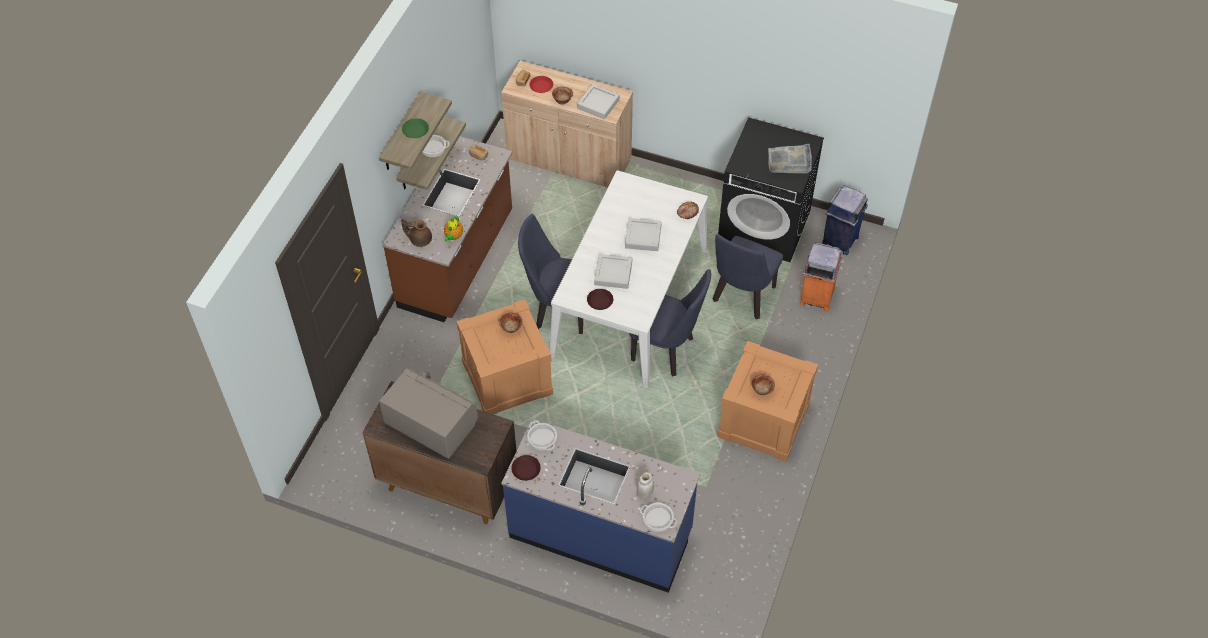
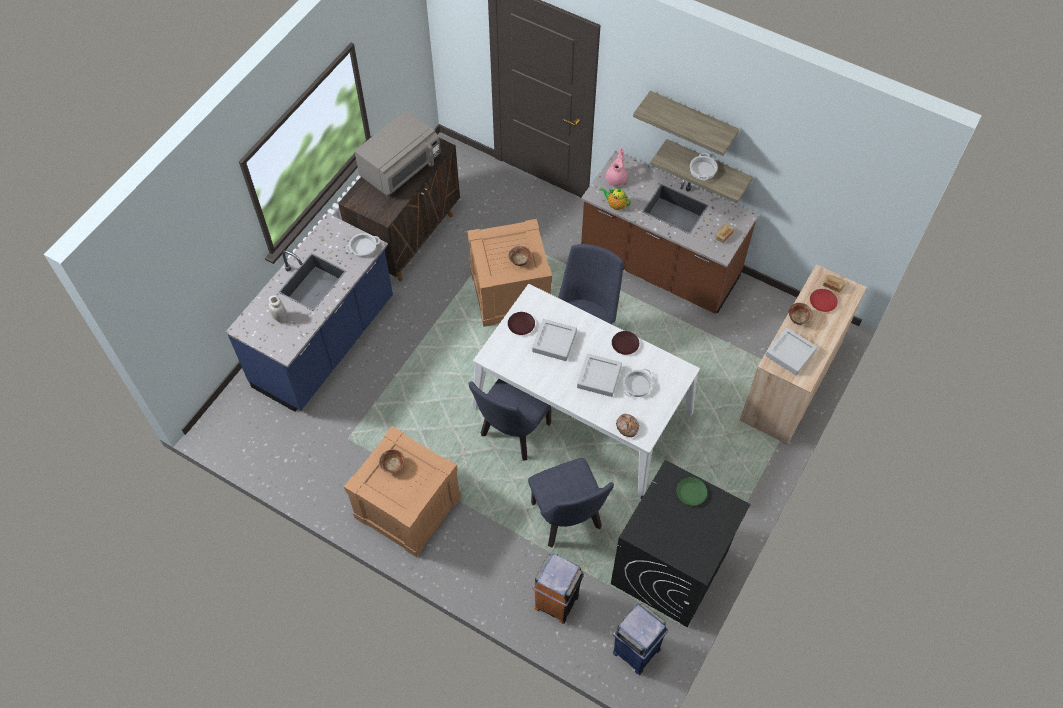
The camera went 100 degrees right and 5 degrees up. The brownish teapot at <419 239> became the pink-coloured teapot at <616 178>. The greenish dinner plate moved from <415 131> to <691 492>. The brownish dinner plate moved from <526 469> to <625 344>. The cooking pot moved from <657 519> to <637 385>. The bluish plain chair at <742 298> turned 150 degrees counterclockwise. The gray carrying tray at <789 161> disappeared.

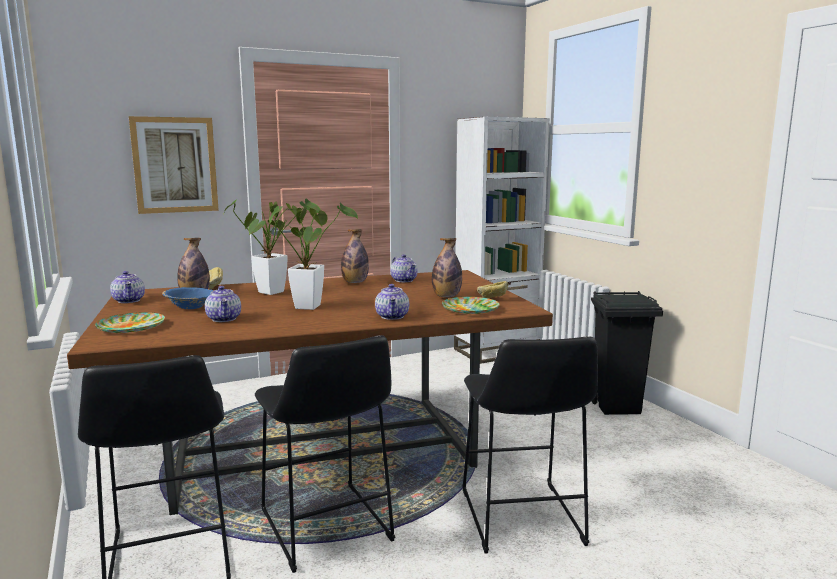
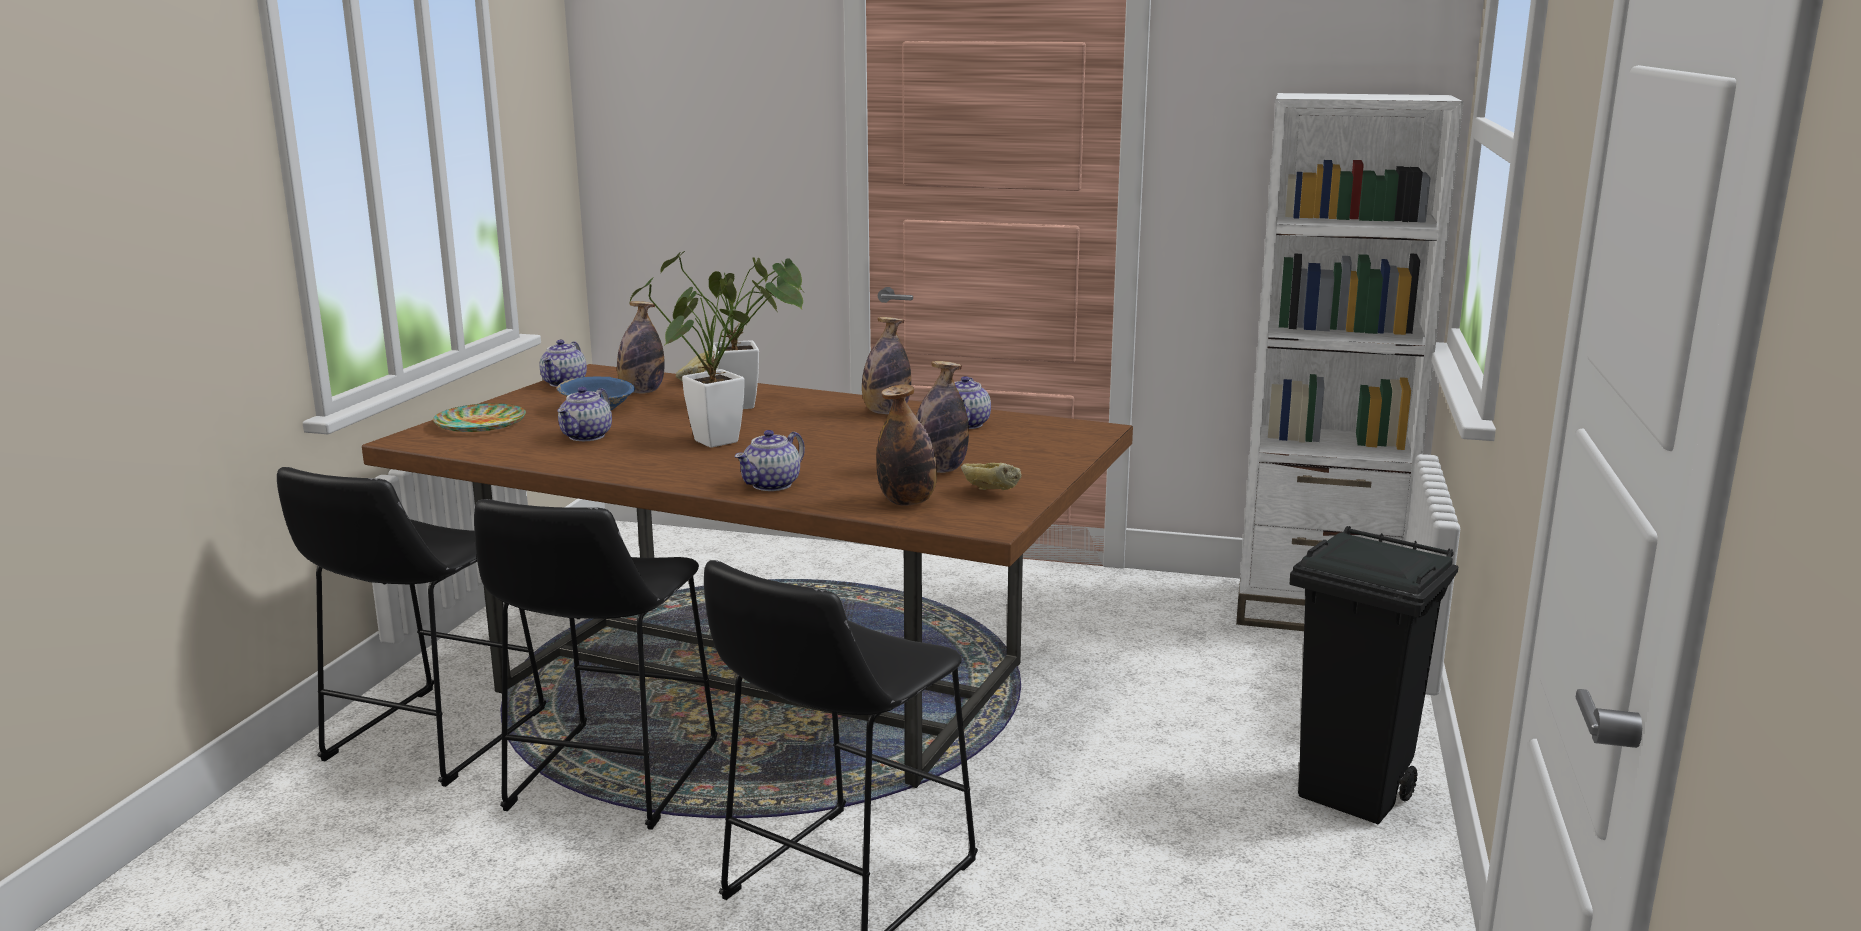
The camera went 40 degrees right and 5 degrees up. The wall picture at <175 165> disappeared. The dinner plate at <471 309> was replaced by the bottle at <907 502>.

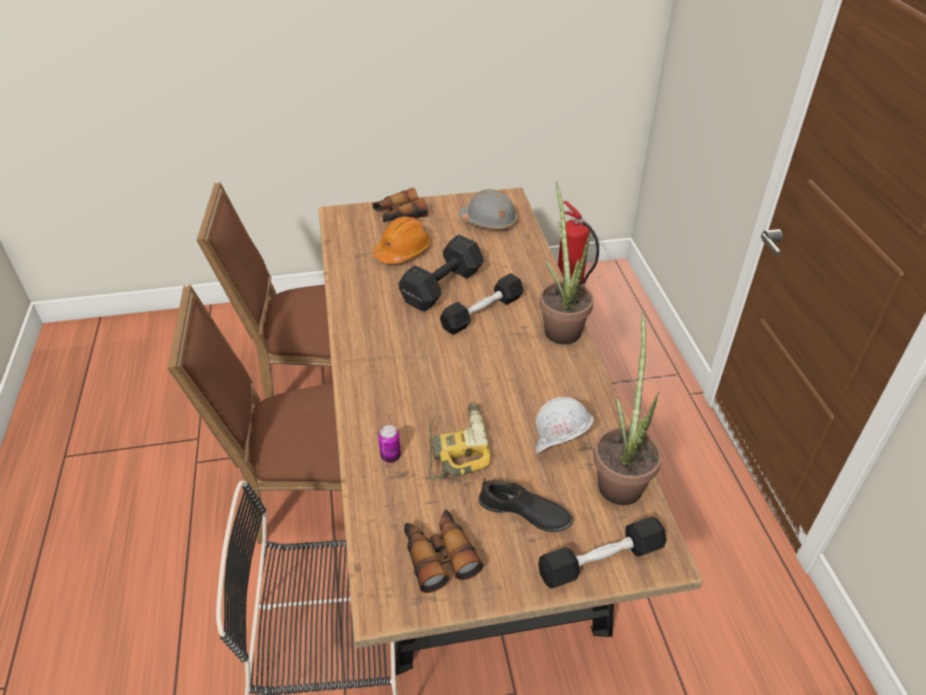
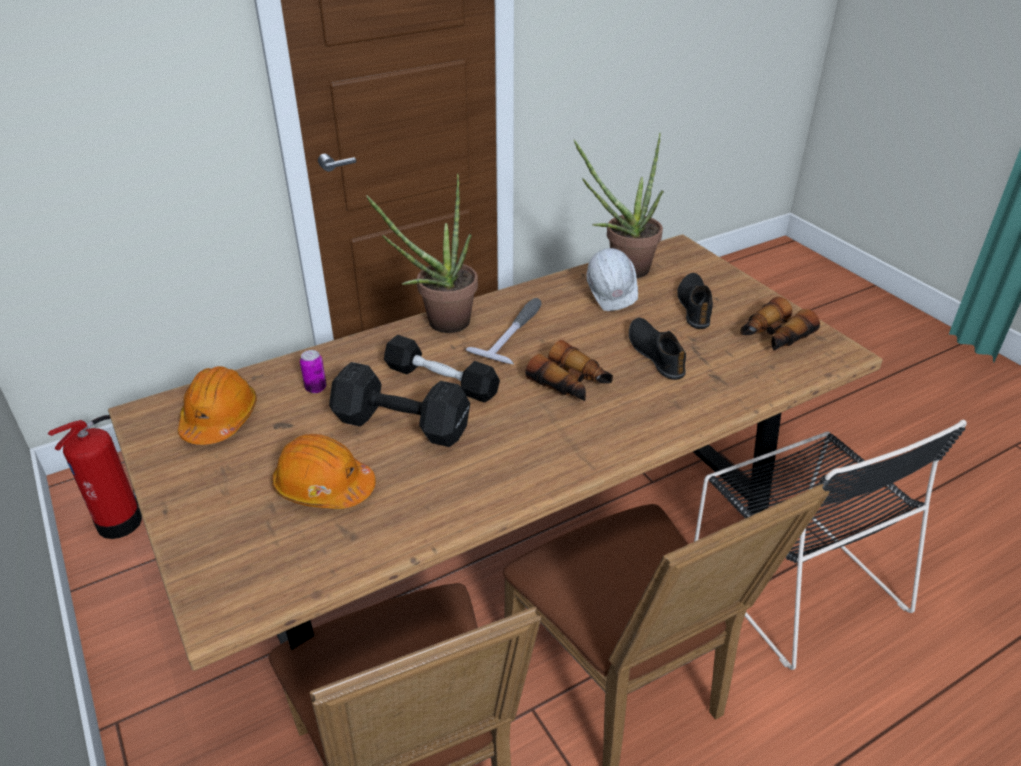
The camera went 110 degrees left and 5 degrees down. The binoculars moved from <399 215> to <571 384>. The can moved from <390 456> to <316 388>. The drill at <456 446> was replaced by the black item of footwear at <655 353>. The gray work helmet at <489 221> became the orangey work helmet at <219 419>. The black free weight at <600 561> disappeared. The hand hammer at <515 333> appeared.

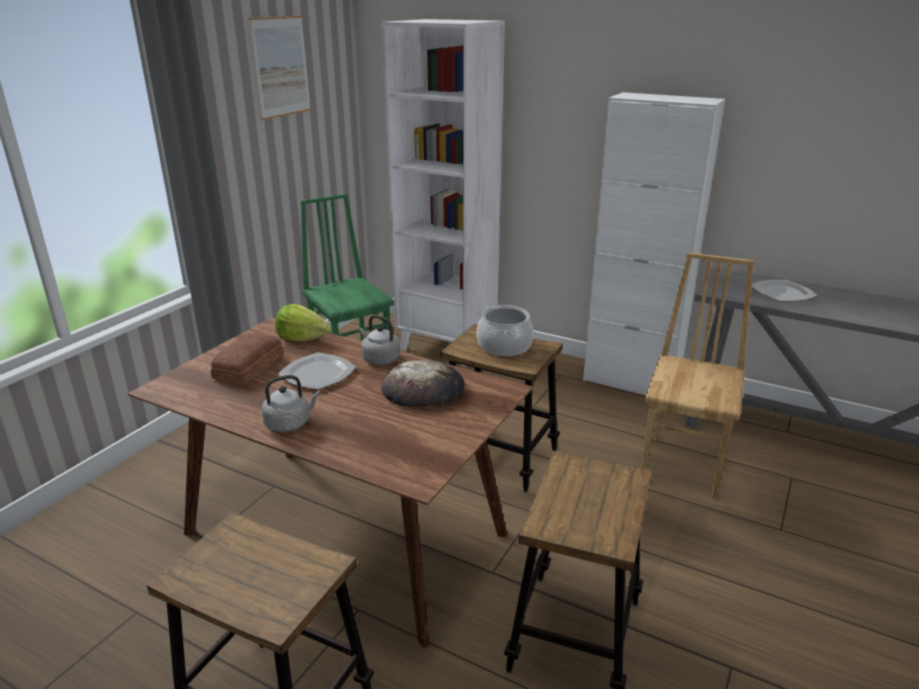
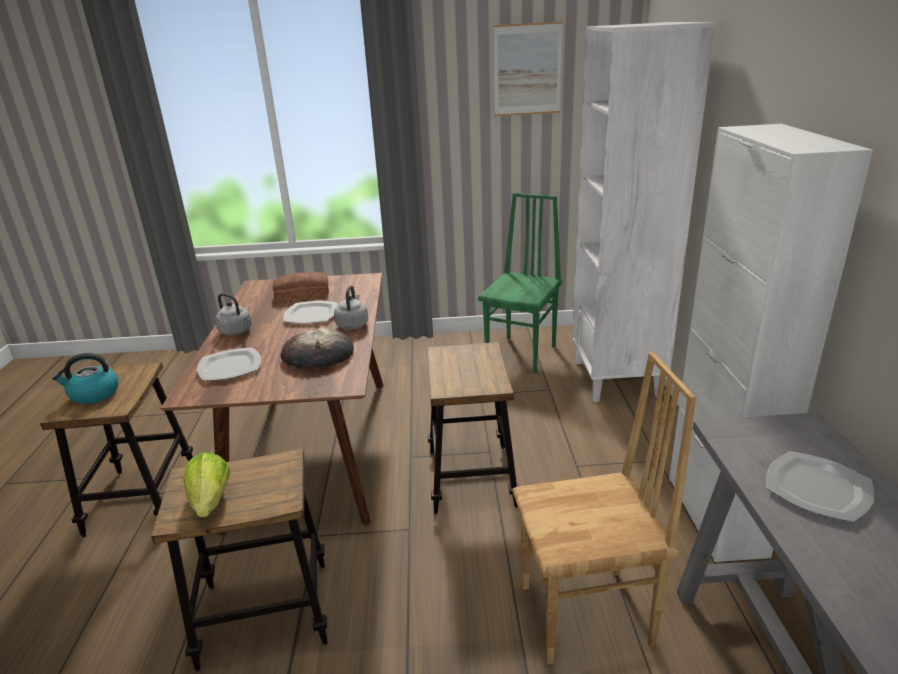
The camera went 60 degrees right and 0 degrees up. The head of lettuce moved from <302 338> to <211 501>. The cooking pot at <504 346> disappeared. The kettle at <94 394> appeared. The dinner plate at <230 366> appeared.

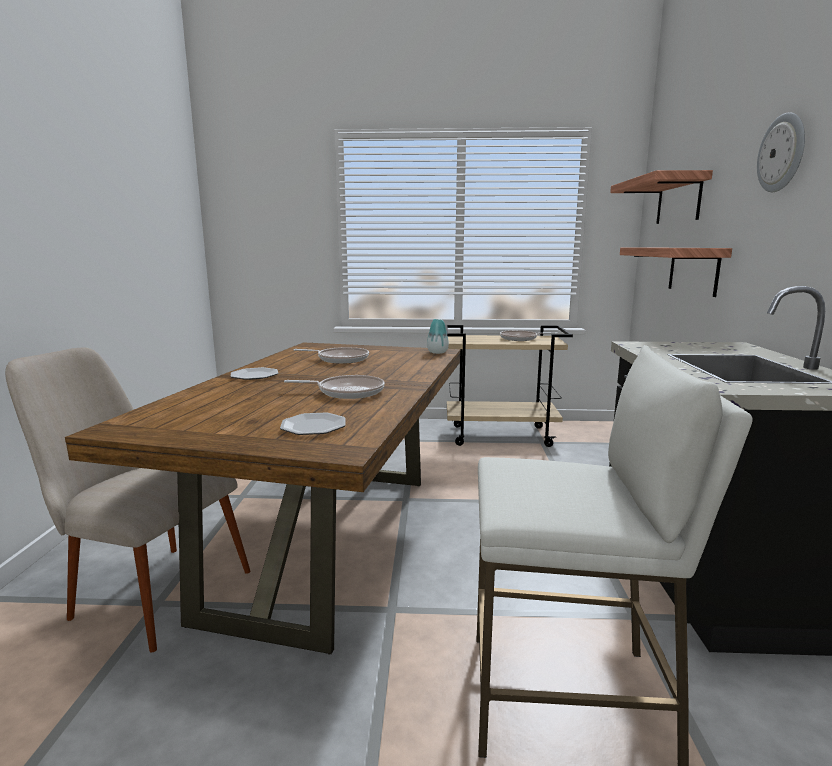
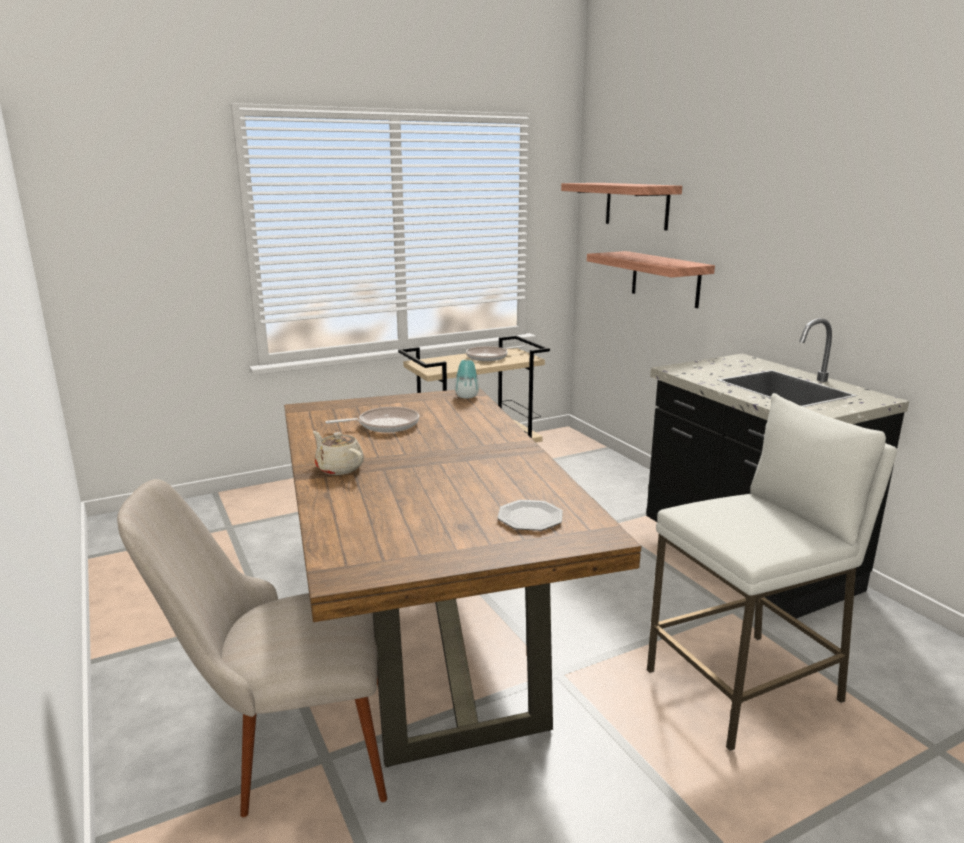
The camera went 30 degrees left and 5 degrees up. The dinner plate at <255 376> was replaced by the beige teapot at <339 468>. The skillet at <347 392> disappeared. The hanging clock at <782 153> disappeared.

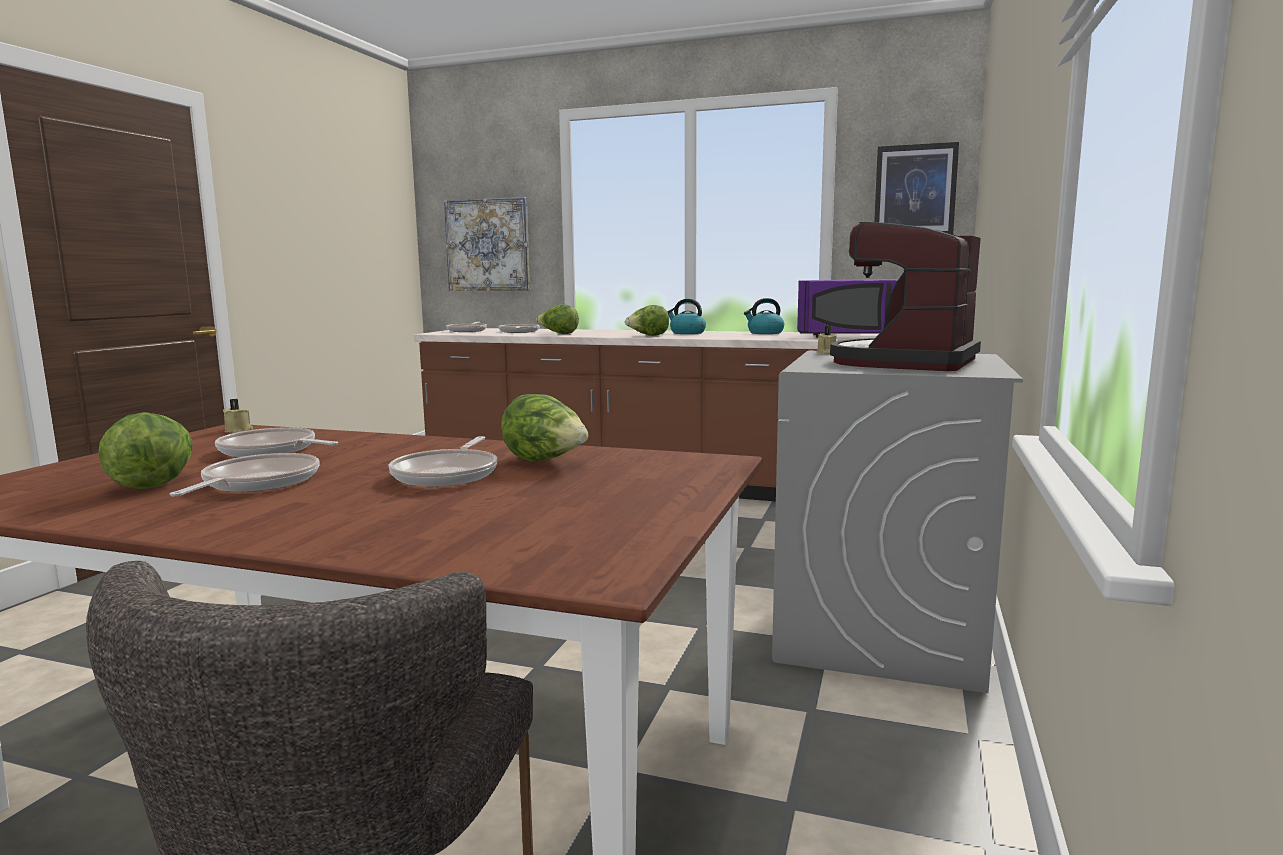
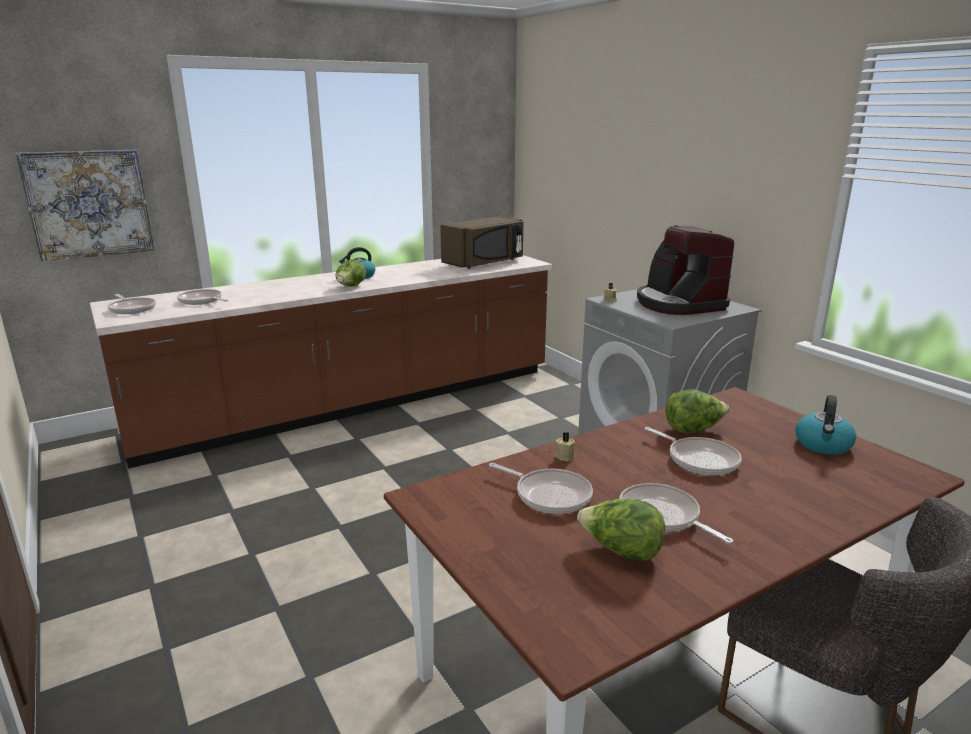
The camera went 50 degrees left and 10 degrees up. The skillet at <271 451> turned 120 degrees counterclockwise. The beige wax light moved from <239 430> to <565 456>. The head of lettuce at <559 334> disappeared. The kettle moved from <765 333> to <823 445>. The purple kitchen microwave at <855 336> became the brownish kitchen microwave at <485 262>. The wall picture at <915 191> disappeared.

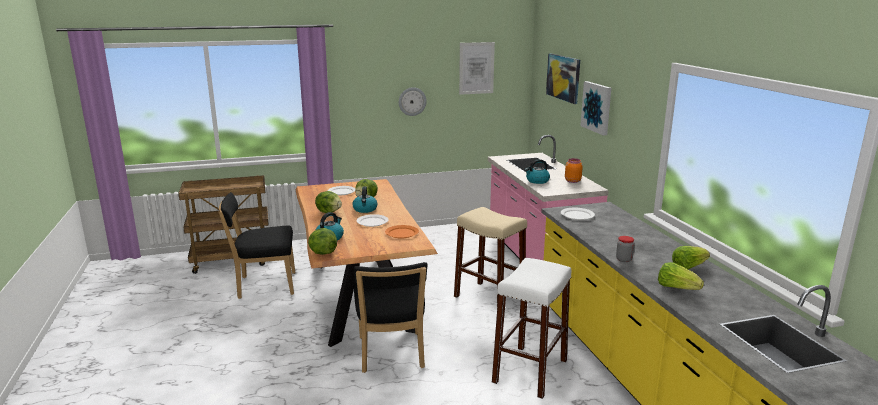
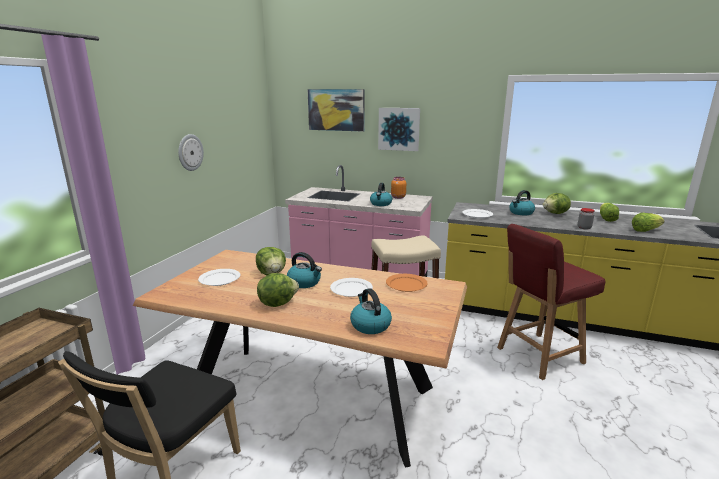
The camera went 55 degrees left and 0 degrees up. The head of lettuce moved from <322 253> to <555 213>. The black plain chair at <391 355> disappeared. The wall picture at <476 68> disappeared. The white-coloured stool at <530 371> was replaced by the red plain chair at <538 356>. The kettle at <521 213> appeared.

